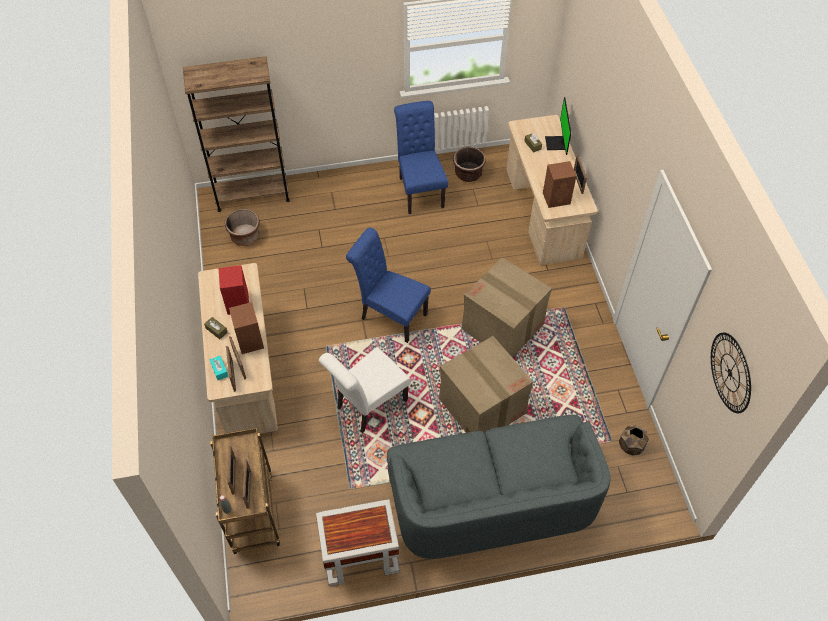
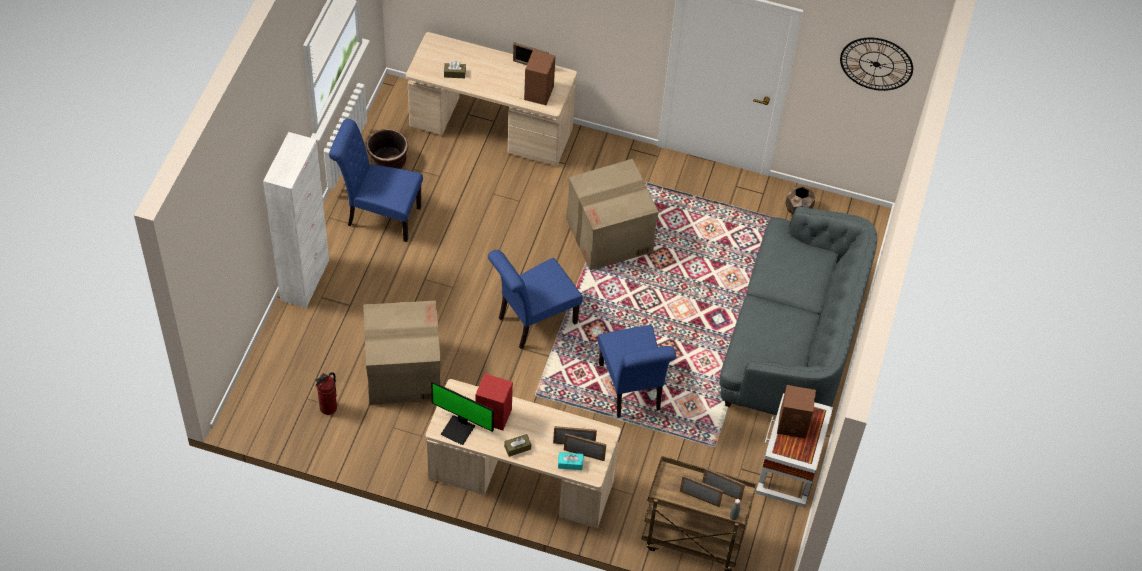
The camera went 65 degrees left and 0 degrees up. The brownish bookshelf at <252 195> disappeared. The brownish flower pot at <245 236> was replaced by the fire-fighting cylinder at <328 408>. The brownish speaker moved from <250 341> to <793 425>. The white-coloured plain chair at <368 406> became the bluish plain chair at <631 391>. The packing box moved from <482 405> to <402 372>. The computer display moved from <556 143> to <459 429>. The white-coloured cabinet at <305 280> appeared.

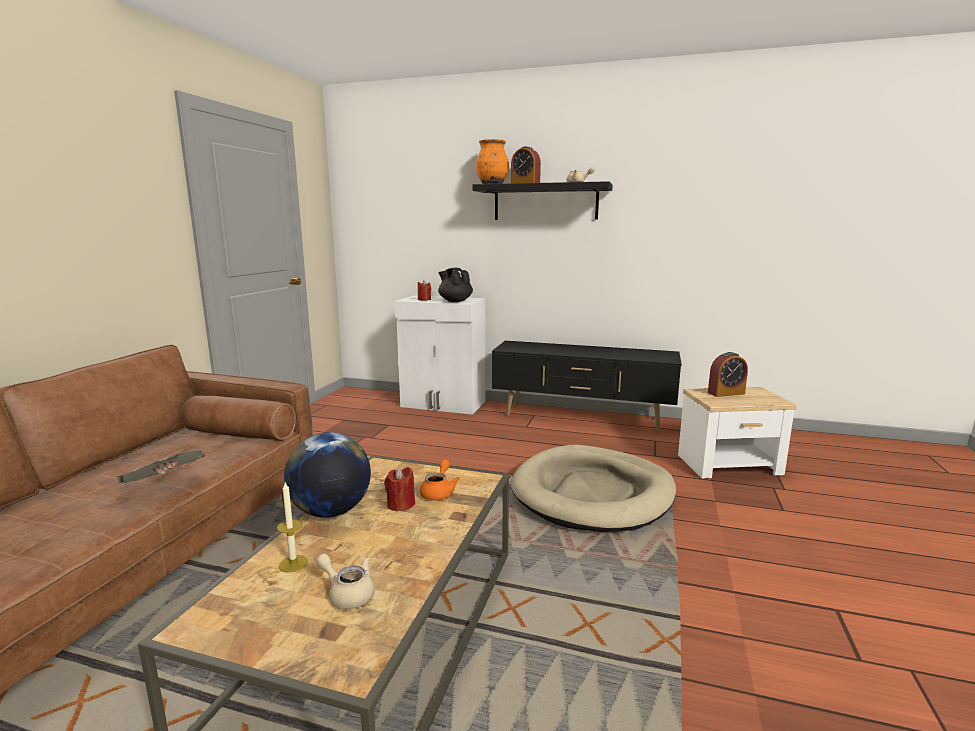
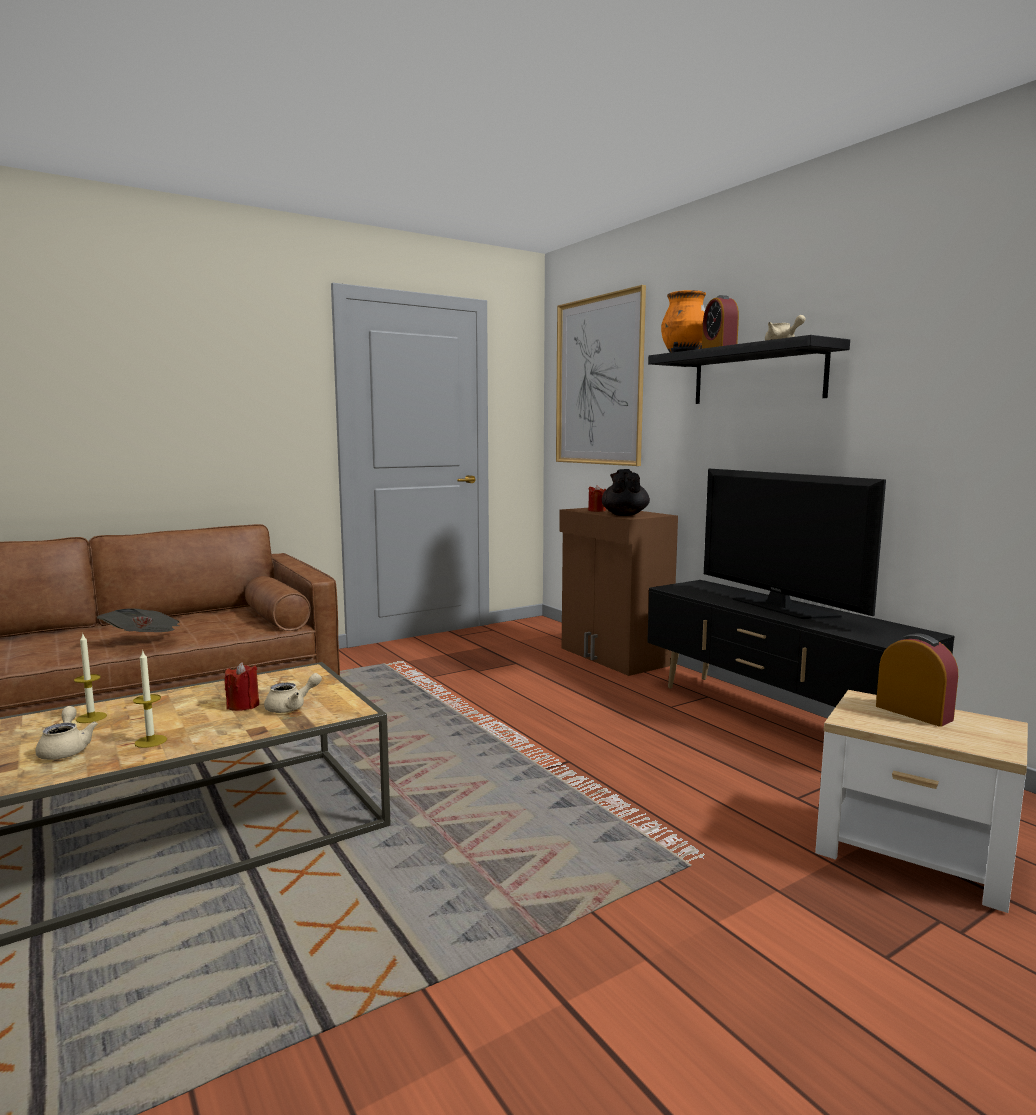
The camera went 40 degrees right and 5 degrees down. The world globe at <331 511> disappeared. The white-coloured cabinet at <443 404> became the brownish cabinet at <613 657>. The orangey teapot at <439 492> became the beige teapot at <291 707>. The beige dog bed at <593 493> disappeared. The table clock at <726 393> turned 150 degrees counterclockwise. The wax light at <150 741> appeared. The wall picture at <598 381> appeared. The TV set at <779 606> appeared.

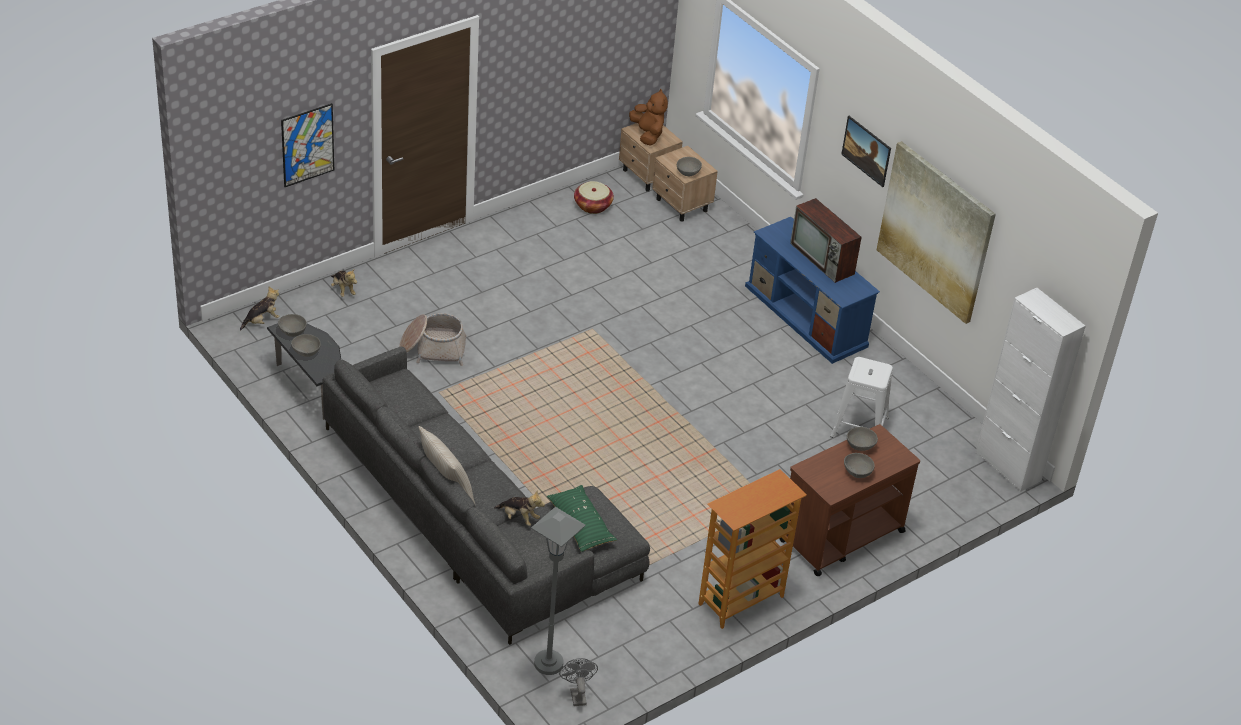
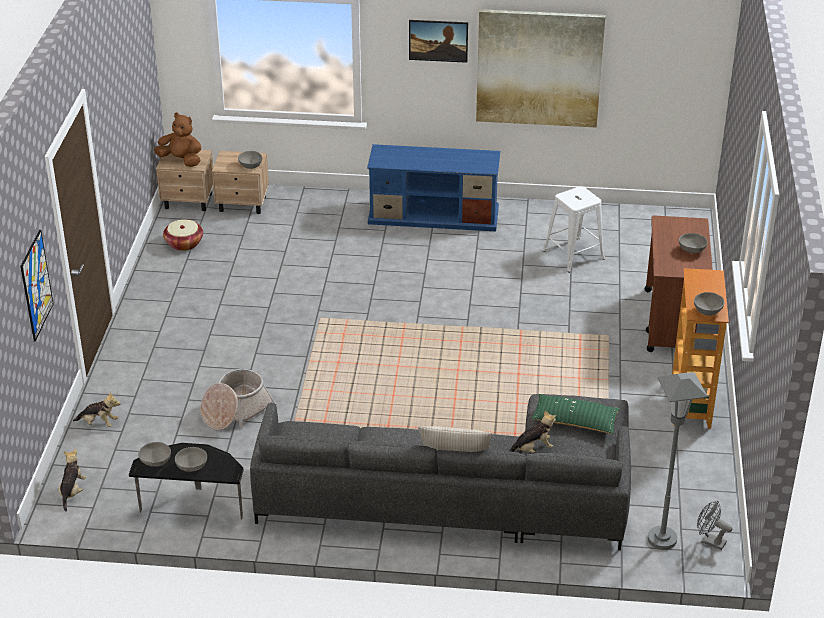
The camera went 45 degrees left and 5 degrees down. The TV set at <823 259> disappeared. The gray serving bowl moved from <860 446> to <708 311>. The white-coloured cabinet at <1008 466> disappeared.

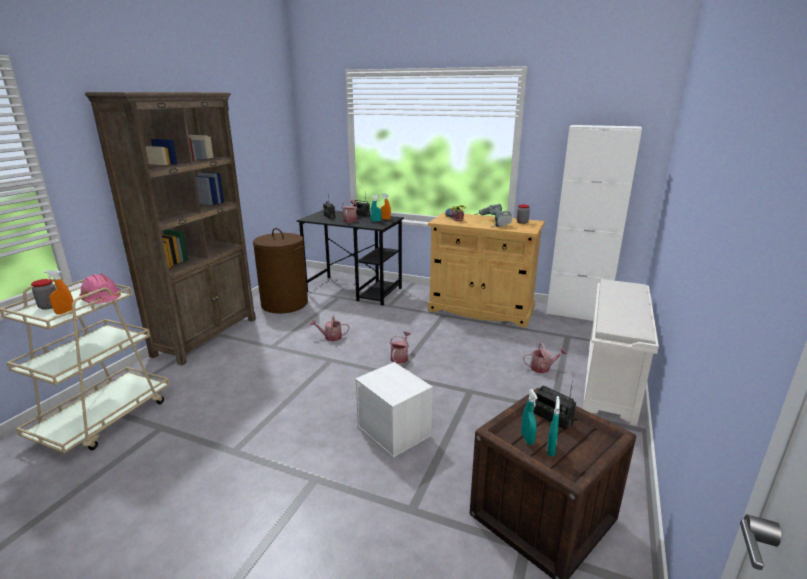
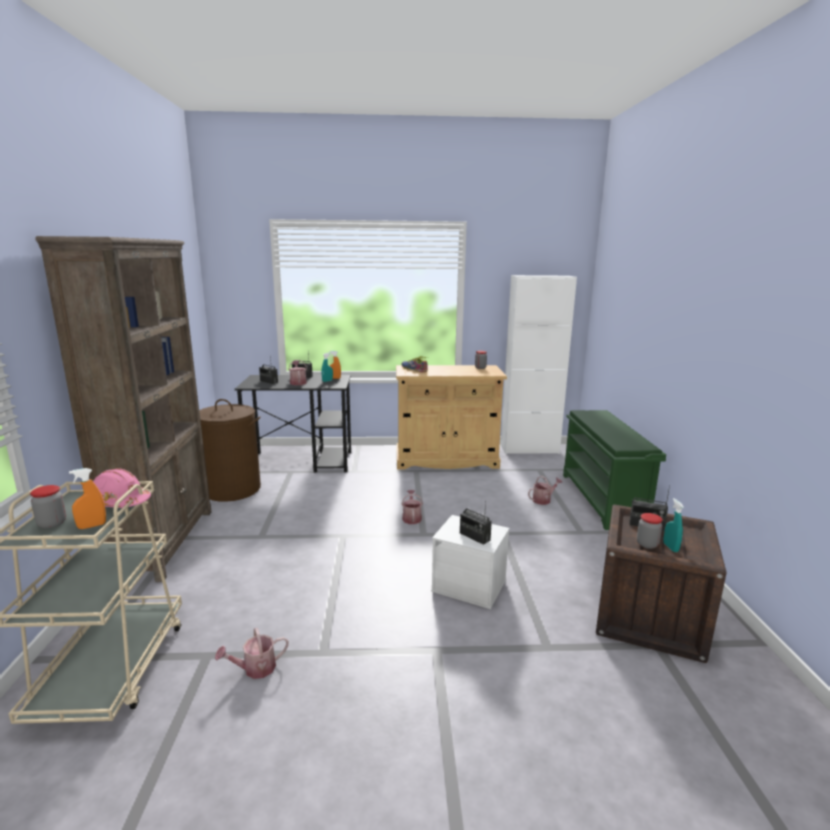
The camera went 25 degrees left and 5 degrees down. The watering pot moved from <330 337> to <255 669>. The drill at <493 223> disappeared. The blue-green spray bottle at <527 439> was replaced by the jar at <647 544>. The white-coloured shoe rack at <610 382> became the greenish shoe rack at <603 500>. The radio at <474 536> appeared.

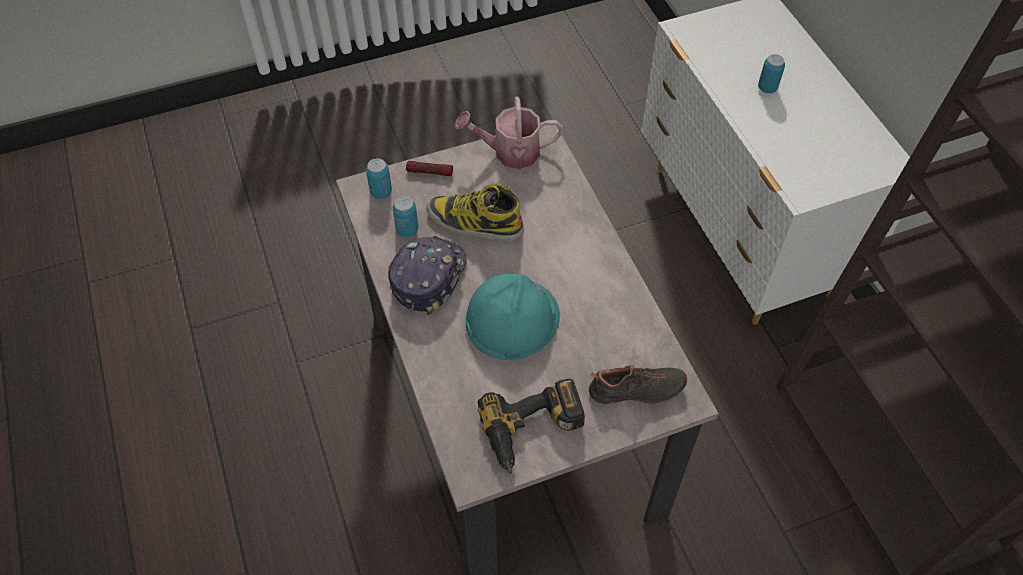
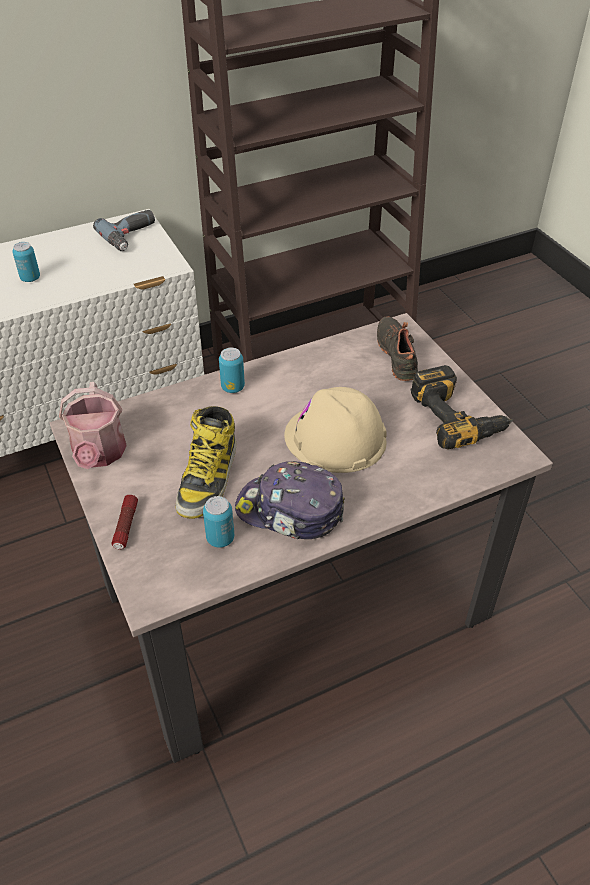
The camera went 95 degrees left and 10 degrees down. The can moved from <381 192> to <233 387>. The blue-green work helmet at <512 318> became the beige work helmet at <335 438>. The drill at <132 236> appeared.

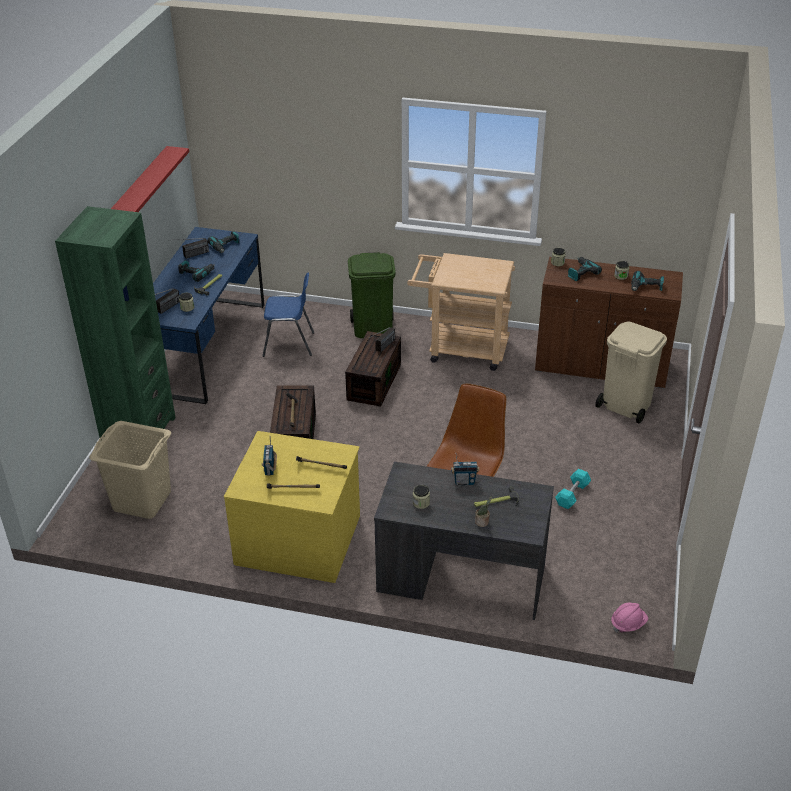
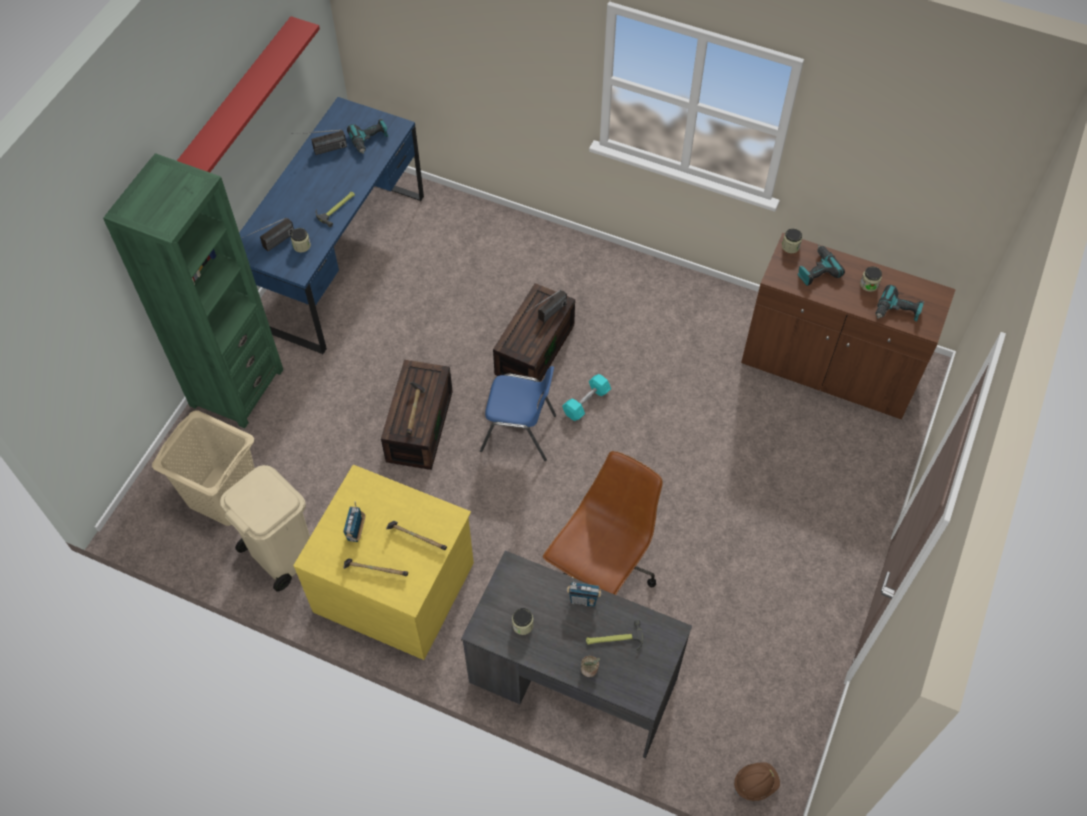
The camera went 10 degrees right and 20 degrees up. The drill at <196 273> disappeared. The bluish plain chair moved from <289 344> to <519 433>. The greenish trash can at <373 328> disappeared. The beige trolley at <460 349> disappeared. The blue-green free weight moved from <572 495> to <586 402>. The beige trash can moved from <625 405> to <281 552>. The pink-coloured work helmet at <628 623> became the brownish work helmet at <755 784>.

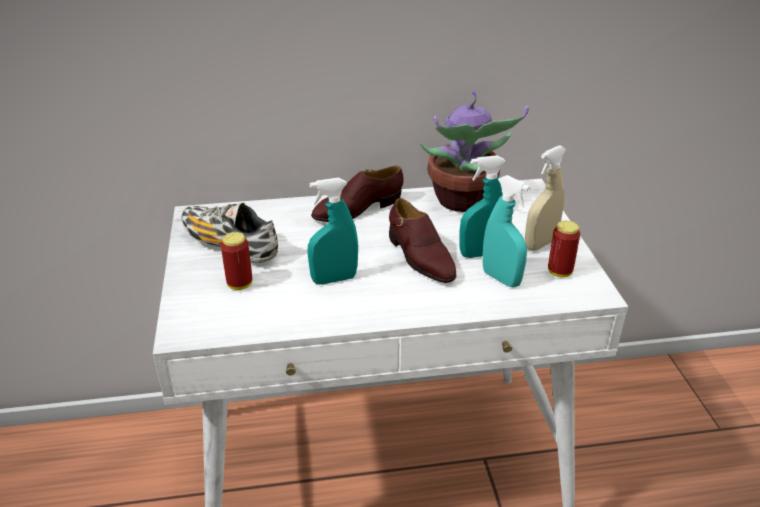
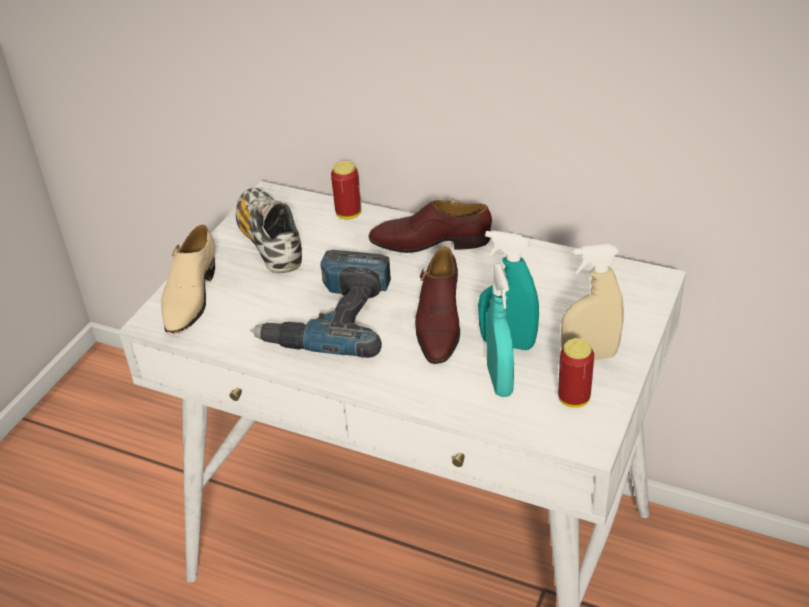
The camera went 35 degrees right and 5 degrees up. The can moved from <240 284> to <348 214>. The blue-green spray bottle at <334 279> was replaced by the drill at <331 316>. The potted plant at <462 201> disappeared. The beige item of footwear at <190 297> appeared.

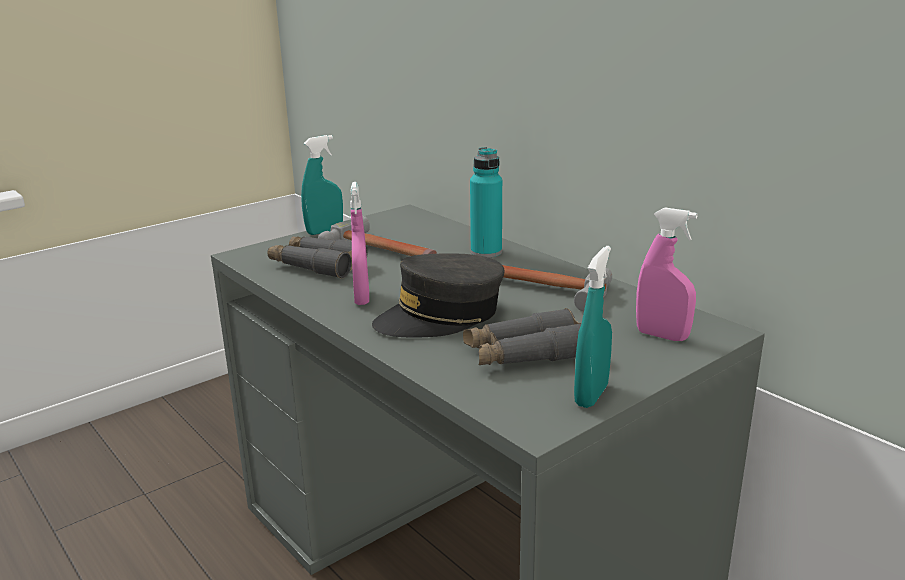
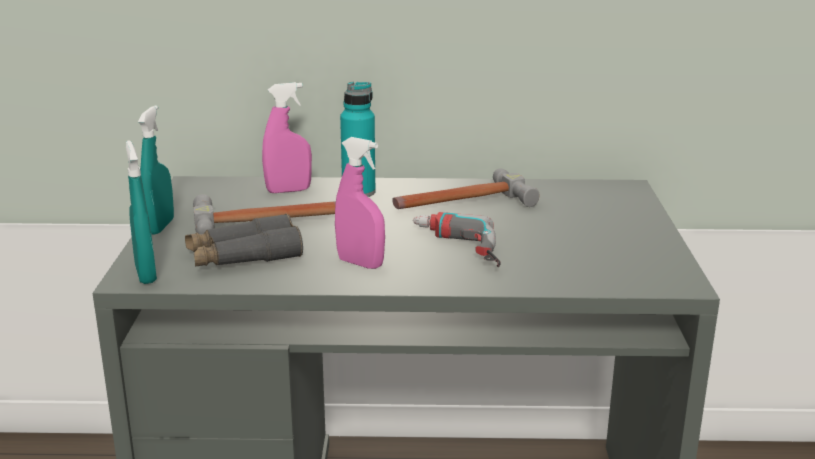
The camera went 50 degrees left and 0 degrees up. The gray peaked cap at <441 316> was replaced by the drill at <454 249>. The gray binoculars at <524 354> disappeared. The blue-green spray bottle moved from <591 395> to <146 274>. The pink-coloured spray bottle moved from <662 336> to <288 190>.

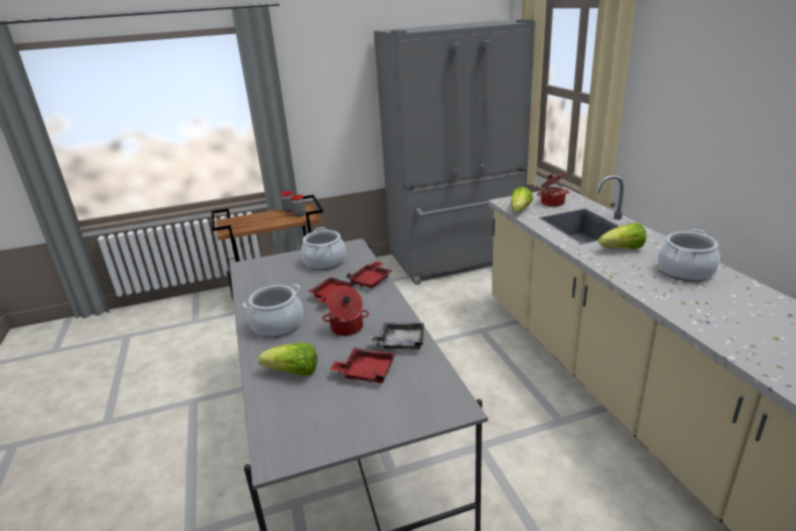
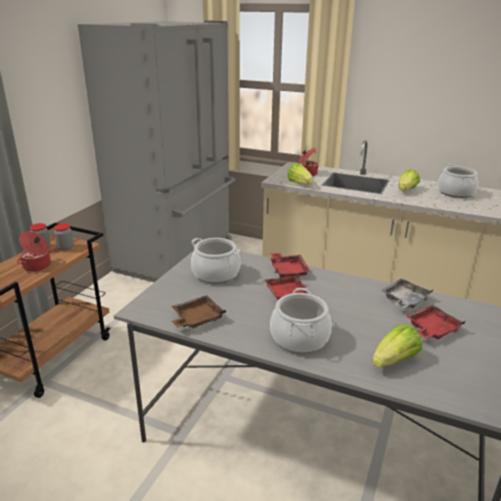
The camera went 50 degrees left and 0 degrees up. The cooking pot moved from <347 328> to <37 266>. The brownish carrying tray at <197 319> appeared.

